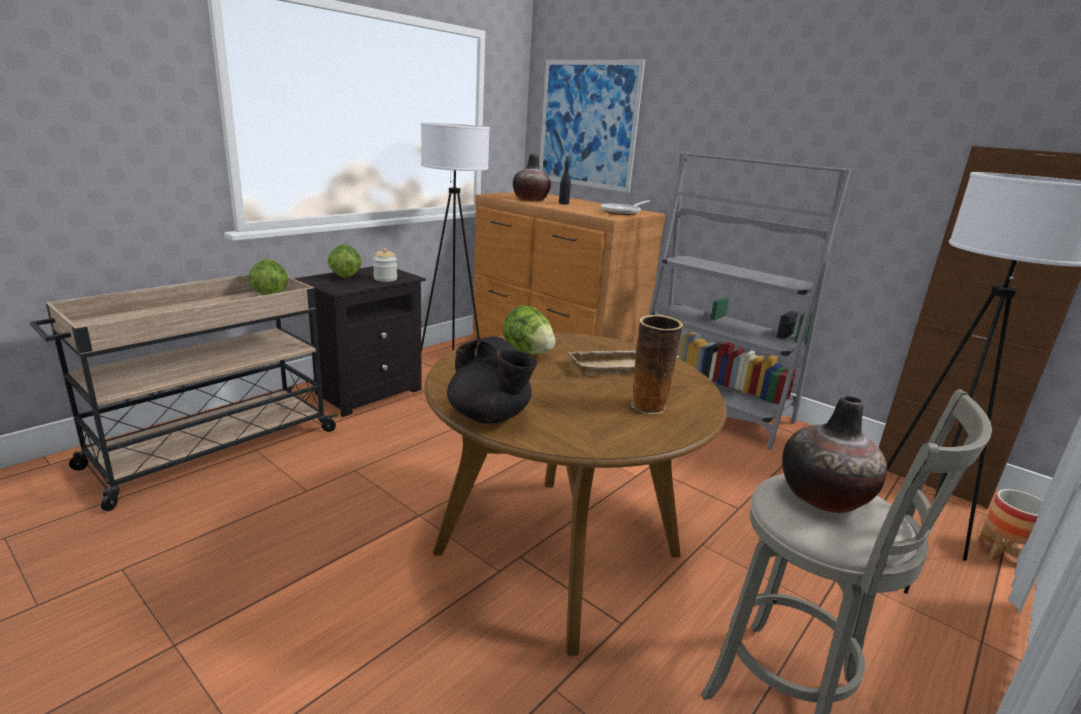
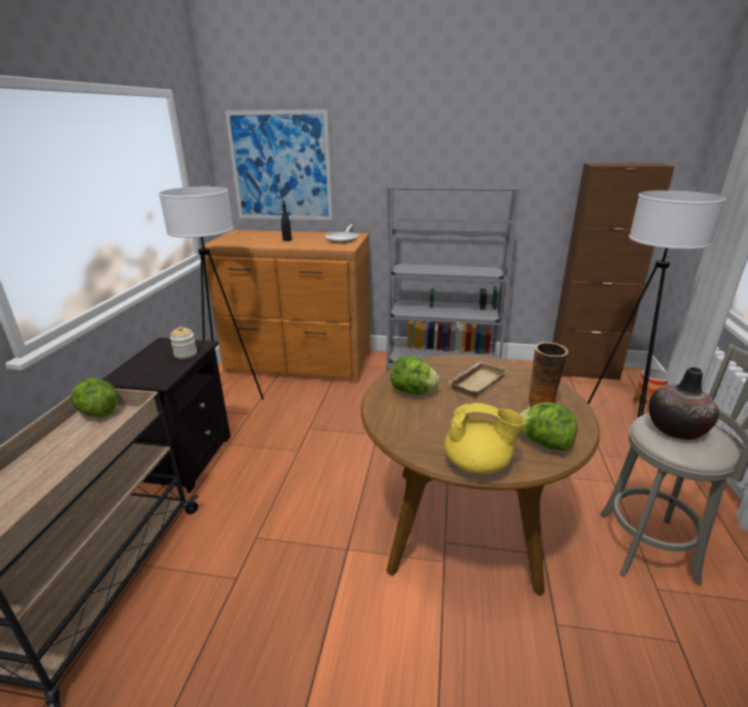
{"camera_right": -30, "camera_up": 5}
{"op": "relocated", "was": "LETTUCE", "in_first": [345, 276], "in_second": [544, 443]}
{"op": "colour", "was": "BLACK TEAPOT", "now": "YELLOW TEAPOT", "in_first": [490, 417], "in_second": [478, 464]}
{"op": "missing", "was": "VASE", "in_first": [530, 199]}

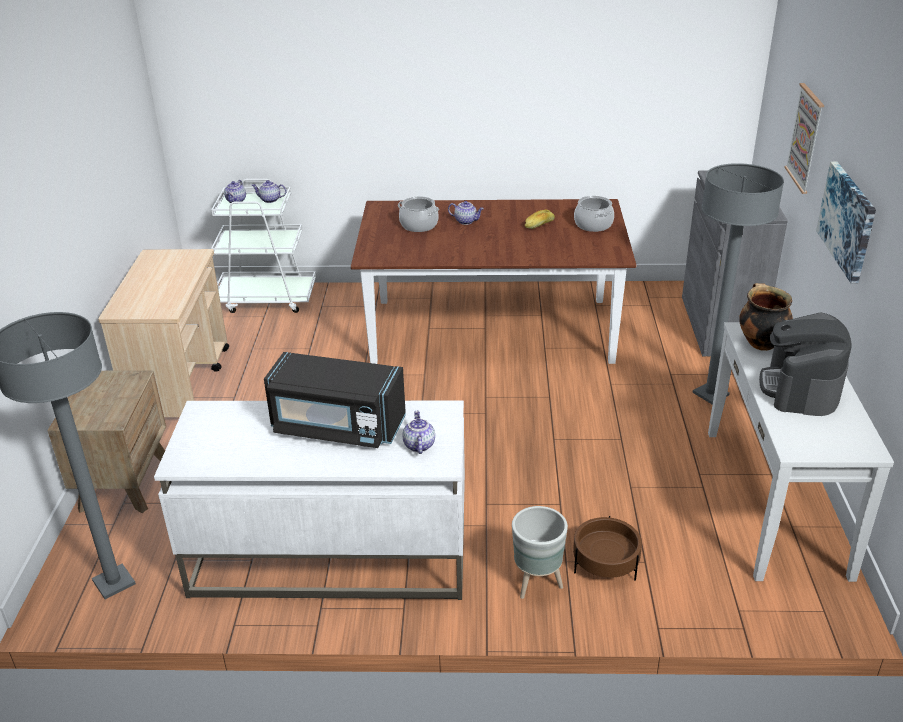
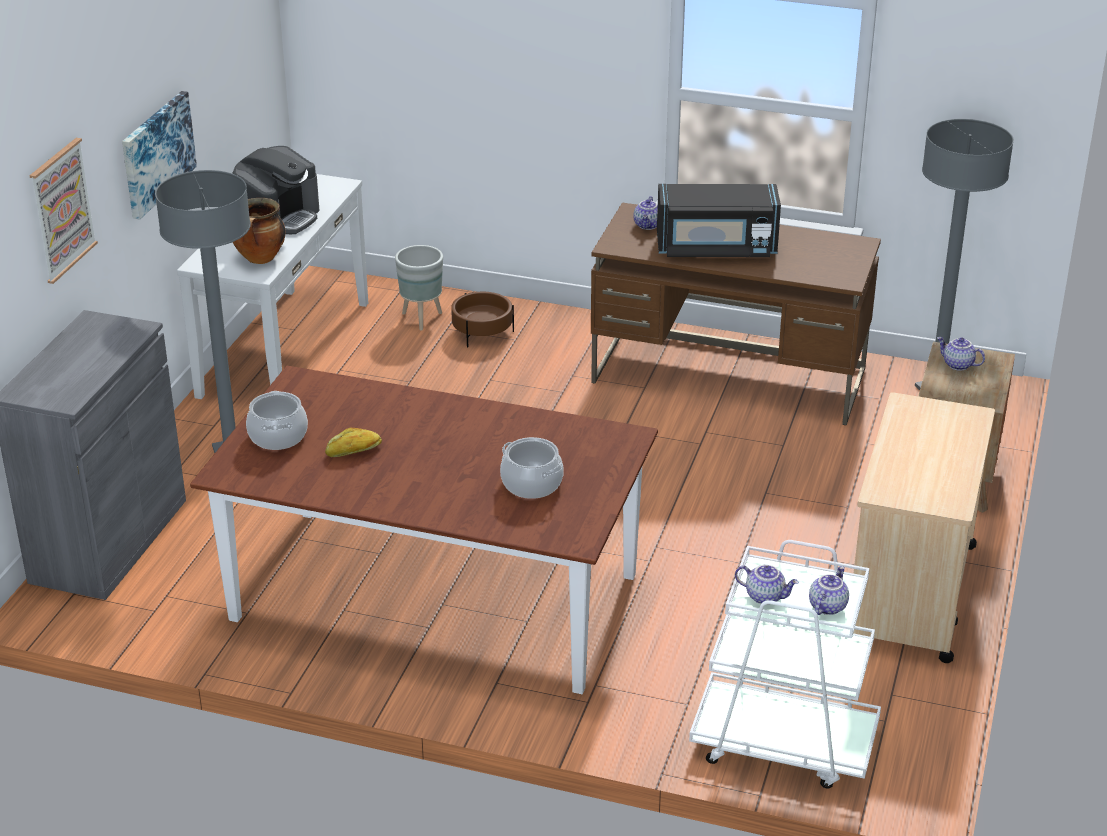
{"camera_right": -165, "camera_up": 0}
{"op": "colour", "was": "WHITE DESK", "now": "BROWN DESK", "in_first": [329, 557], "in_second": [730, 376]}
{"op": "spun", "was": "BLACK MICROWAVE", "in_first": [337, 426], "in_second": [716, 248], "clockwise": 150}
{"op": "relocated", "was": "TEAPOT", "in_first": [466, 221], "in_second": [957, 365]}
{"op": "relocated", "was": "GREY PLANTER", "in_first": [537, 583], "in_second": [421, 319]}

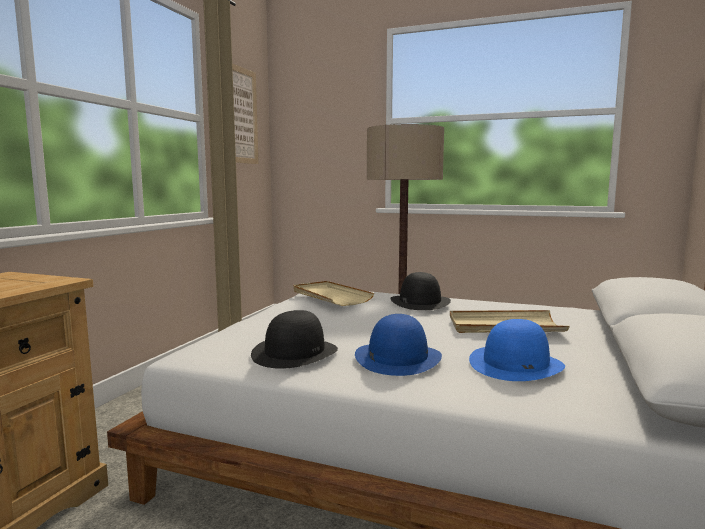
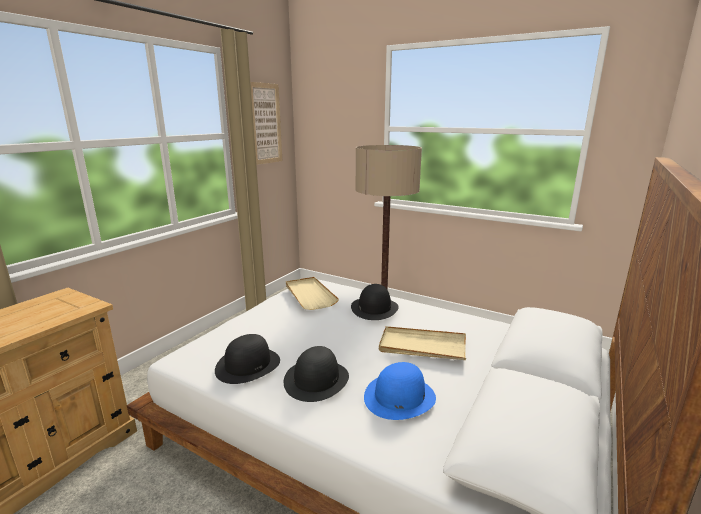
{"camera_right": 10, "camera_up": 10}
{"op": "colour", "was": "BLUE HAT", "now": "BLACK HAT", "in_first": [397, 358], "in_second": [316, 379]}

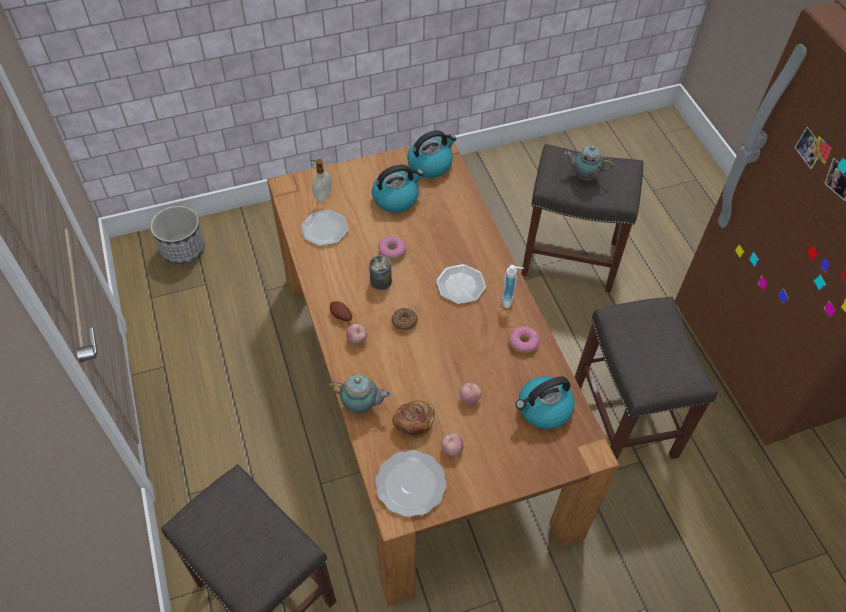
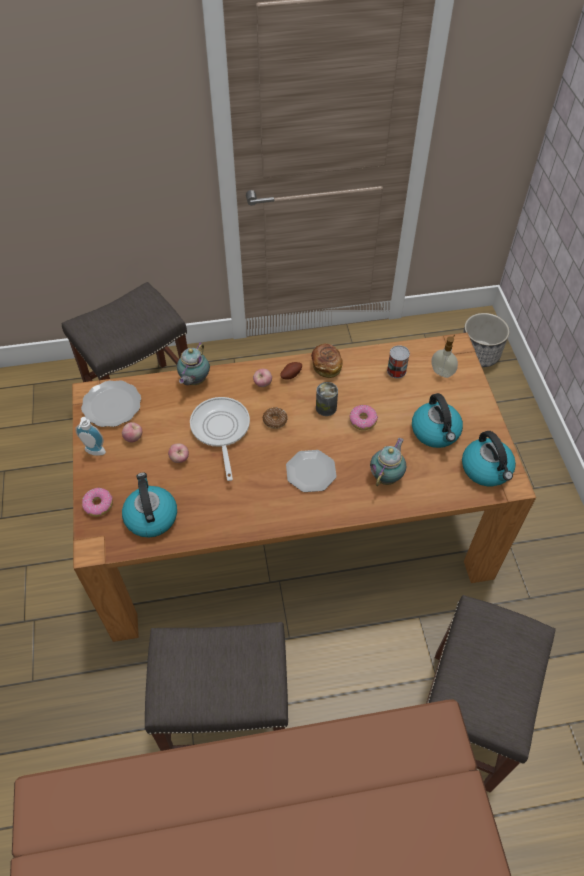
{"camera_right": 100, "camera_up": 0}
{"op": "exchanged", "was": "PLATE", "now": "CAN", "in_first": [324, 229], "in_second": [396, 370]}
{"op": "relocated", "was": "BREAD", "in_first": [413, 424], "in_second": [326, 366]}
{"op": "relocated", "was": "SOAP DISPENSER", "in_first": [509, 299], "in_second": [94, 453]}
{"op": "relocated", "was": "DONUT", "in_first": [523, 343], "in_second": [98, 505]}
{"op": "relocated", "was": "TEAPOT", "in_first": [584, 176], "in_second": [387, 476]}
{"op": "appeared", "now": "FRYING PAN", "in_second": [220, 431]}

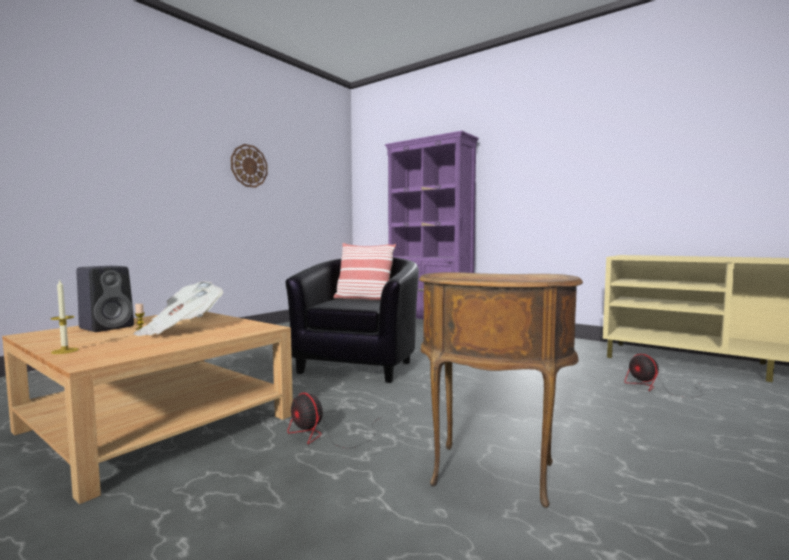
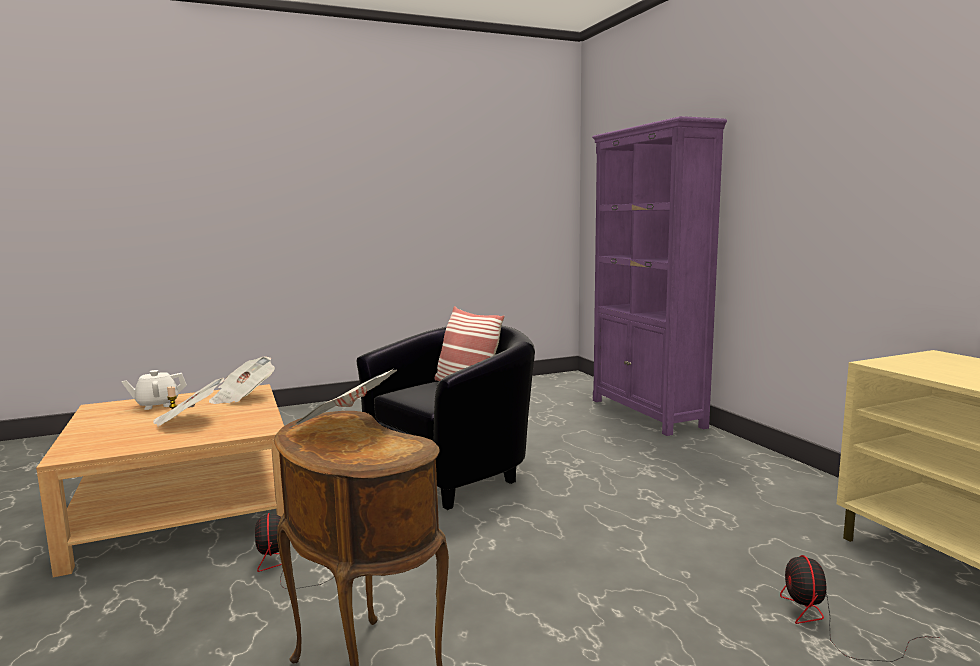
{"camera_right": 30, "camera_up": 5}
{"op": "missing", "was": "CANDLE", "in_first": [65, 351]}
{"op": "exchanged", "was": "BLACK SPEAKER", "now": "WHITE TEAPOT", "in_first": [108, 327], "in_second": [157, 405]}
{"op": "missing", "was": "WALL CLOCK", "in_first": [249, 166]}
{"op": "appeared", "now": "NEWSPAPER", "in_second": [345, 426]}

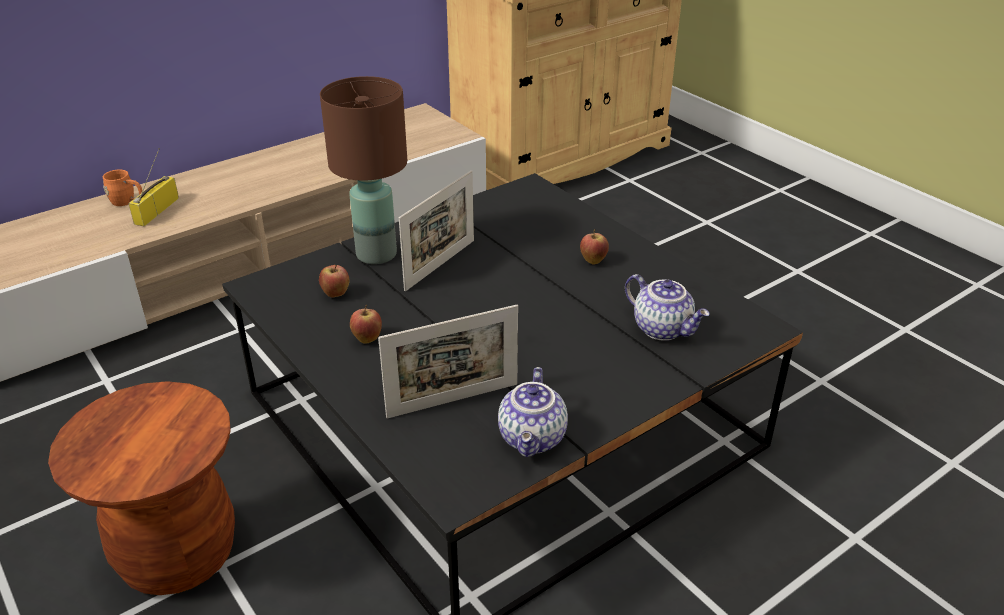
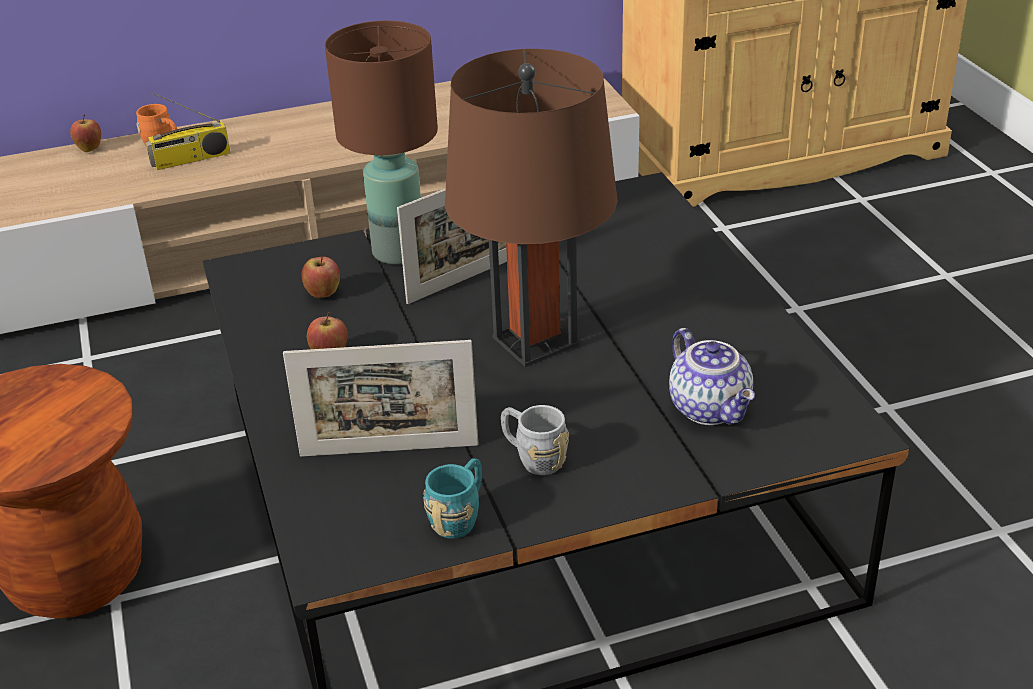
{"camera_right": 20, "camera_up": 0}
{"op": "spun", "was": "RADIO", "in_first": [157, 210], "in_second": [190, 159], "clockwise": -150}
{"op": "exchanged", "was": "TEAPOT", "now": "TURQUOISE MUG", "in_first": [534, 439], "in_second": [460, 517]}
{"op": "relocated", "was": "APPLE", "in_first": [593, 261], "in_second": [89, 149]}
{"op": "appeared", "now": "BROWN TABLE LAMP", "in_second": [535, 341]}
{"op": "appeared", "now": "GREY MUG", "in_second": [533, 458]}

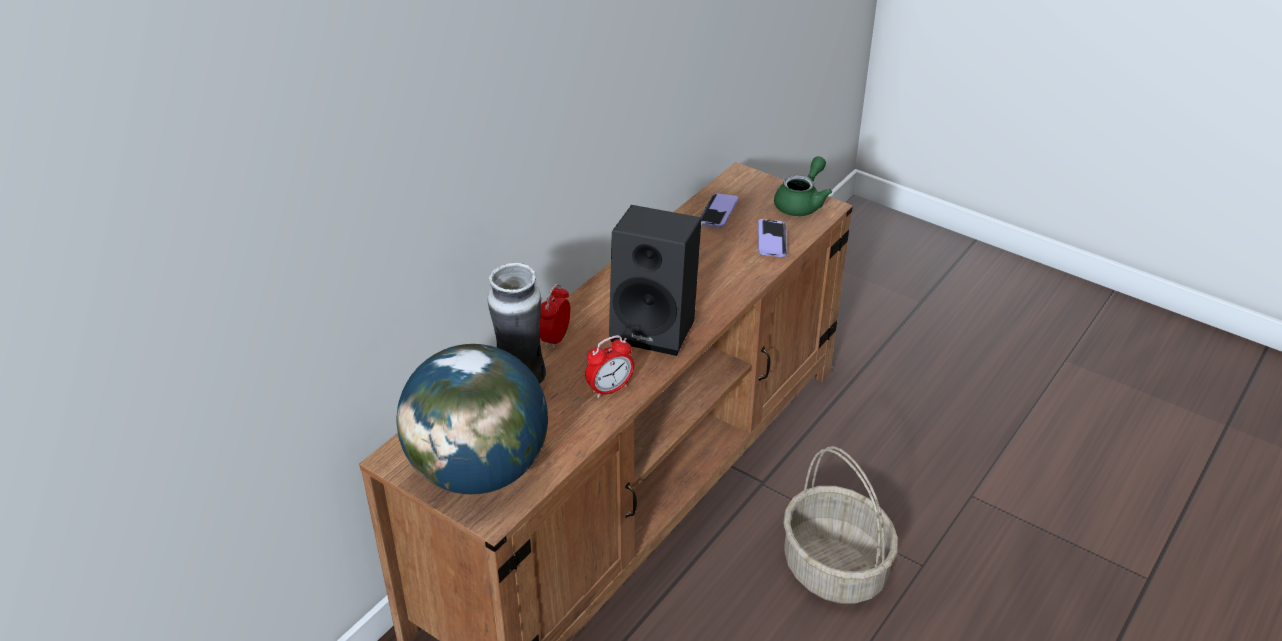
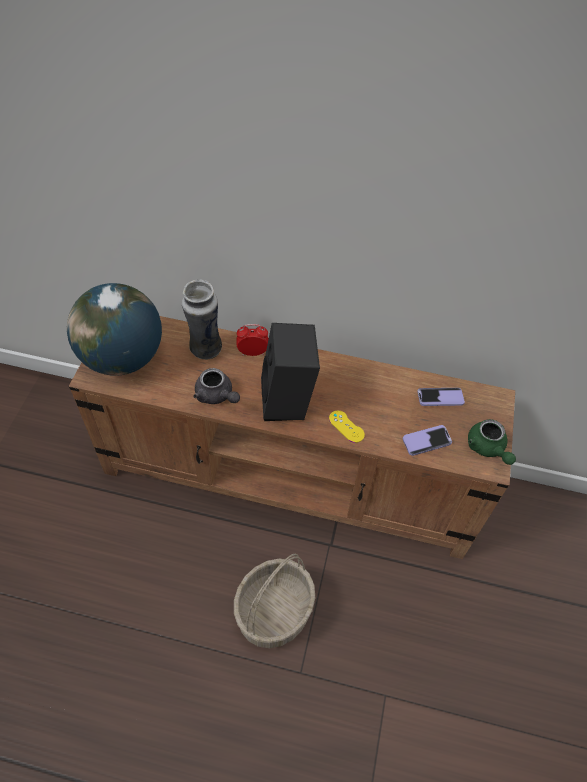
{"camera_right": 65, "camera_up": 15}
{"op": "exchanged", "was": "ALARM CLOCK", "now": "GREY TEAPOT", "in_first": [610, 389], "in_second": [216, 396]}
{"op": "spun", "was": "GREEN TEAPOT", "in_first": [802, 203], "in_second": [487, 448], "clockwise": 60}
{"op": "appeared", "now": "YELLOW GAME CONTROLLER", "in_second": [346, 426]}

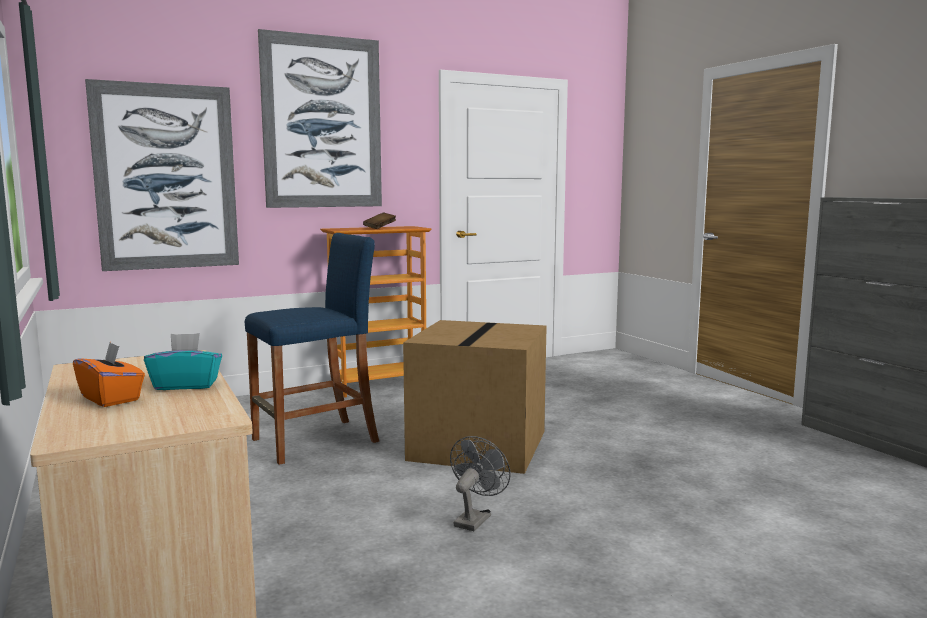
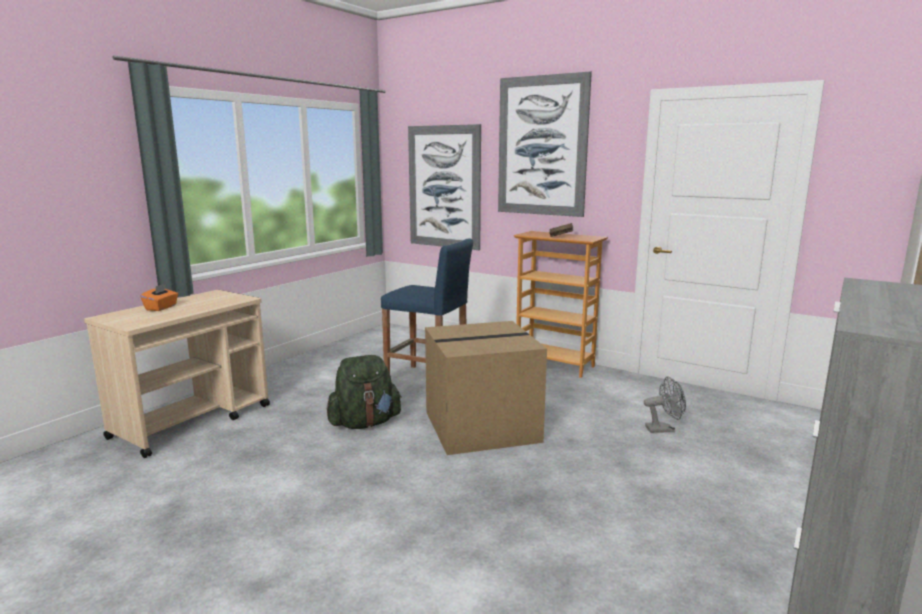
{"camera_right": 60, "camera_up": 5}
{"op": "missing", "was": "TURQUOISE TISSUE BOX", "in_first": [186, 385]}
{"op": "relocated", "was": "GREY FAN", "in_first": [475, 518], "in_second": [663, 429]}
{"op": "appeared", "now": "GREEN BACKPACK", "in_second": [365, 423]}

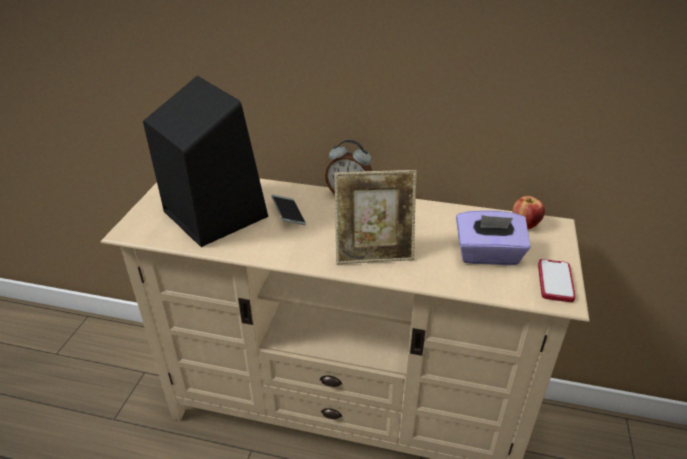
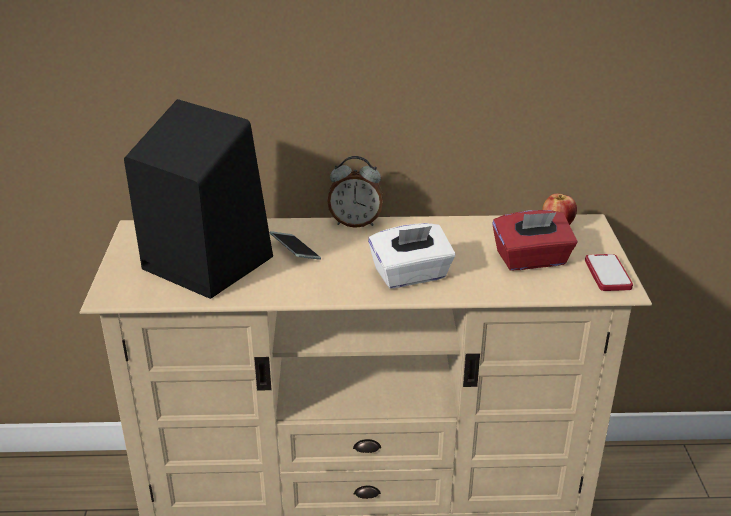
{"camera_right": -15, "camera_up": -5}
{"op": "exchanged", "was": "PICTURE FRAME", "now": "WHITE TISSUE BOX", "in_first": [374, 253], "in_second": [411, 275]}
{"op": "colour", "was": "PURPLE TISSUE BOX", "now": "RED TISSUE BOX", "in_first": [488, 255], "in_second": [531, 260]}

